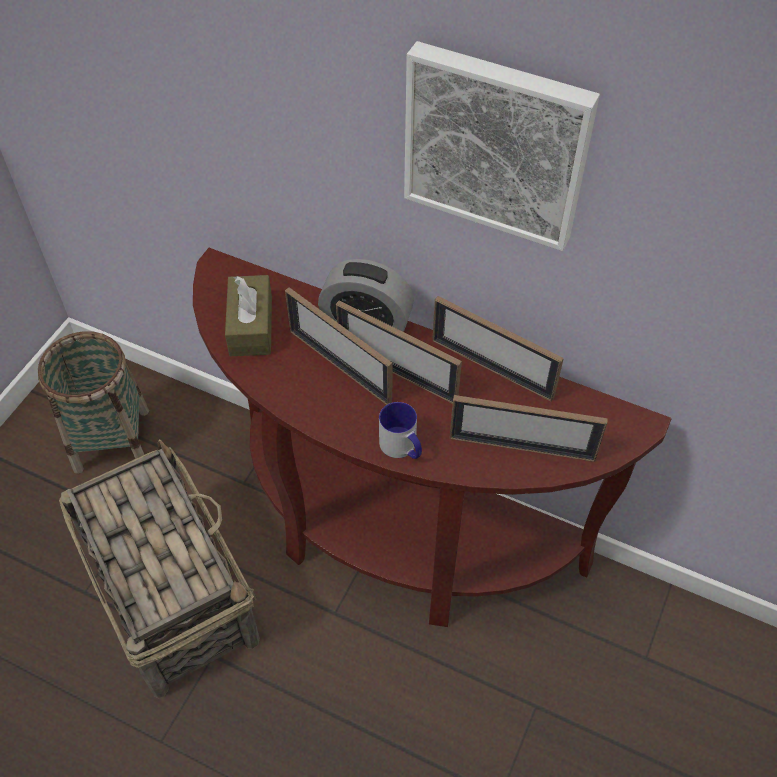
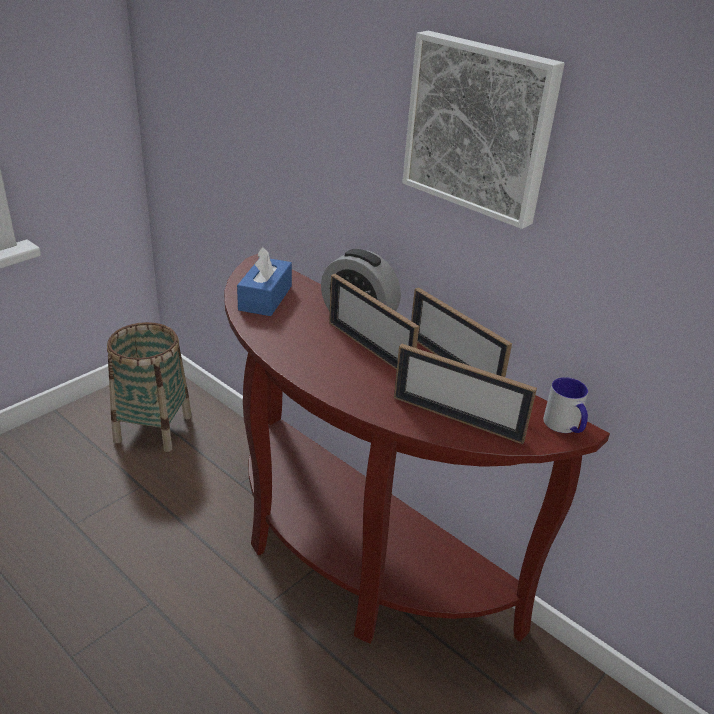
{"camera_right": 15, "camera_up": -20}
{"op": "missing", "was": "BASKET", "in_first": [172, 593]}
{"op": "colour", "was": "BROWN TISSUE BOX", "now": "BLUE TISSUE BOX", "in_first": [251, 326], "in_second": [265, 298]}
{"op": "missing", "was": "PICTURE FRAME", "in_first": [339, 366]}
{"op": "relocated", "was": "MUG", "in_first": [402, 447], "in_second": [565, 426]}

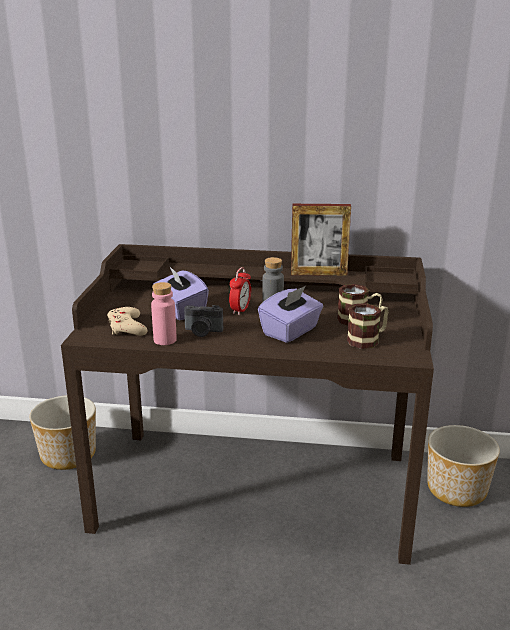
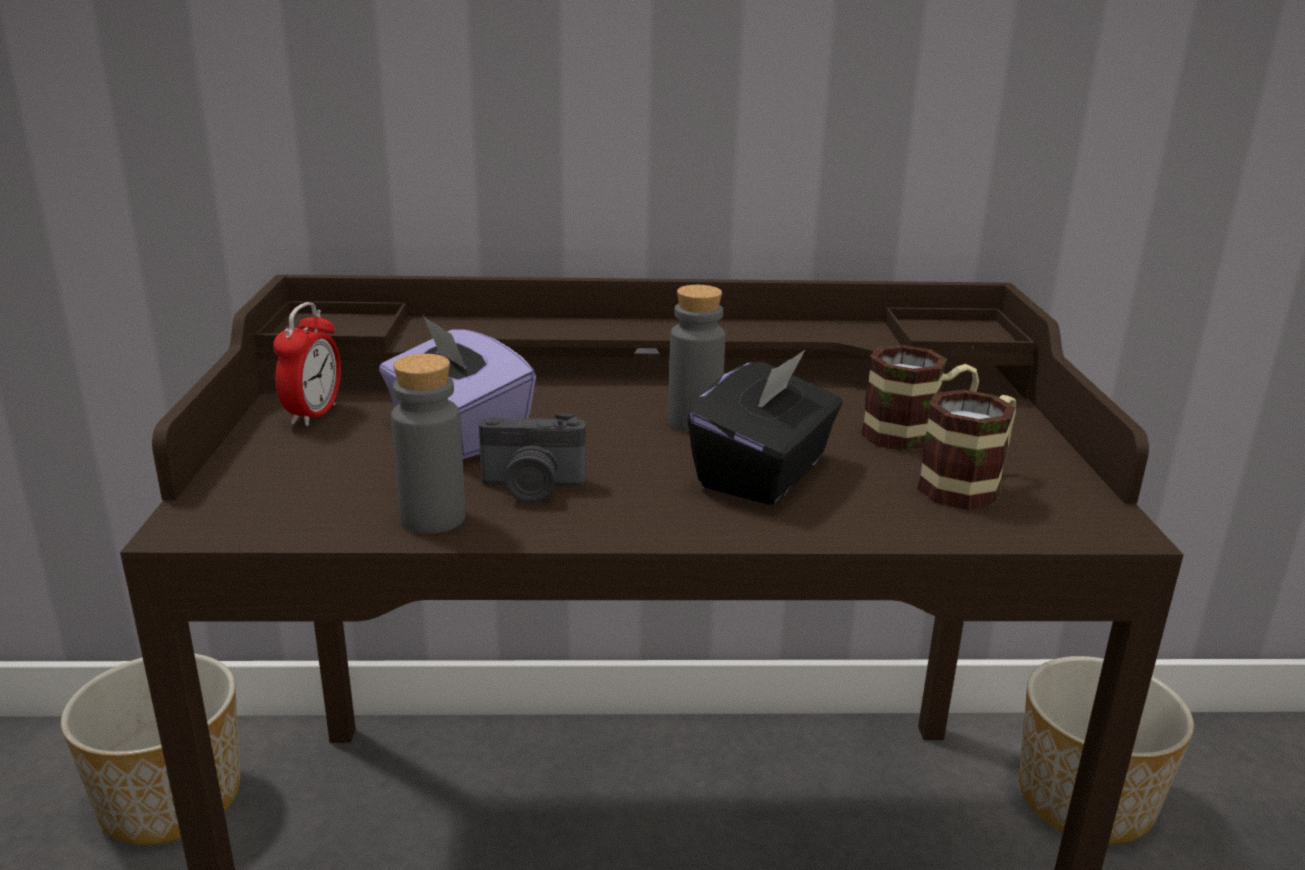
{"camera_right": -10, "camera_up": 0}
{"op": "missing", "was": "BEIGE GAME CONTROLLER", "in_first": [127, 327]}
{"op": "colour", "was": "PINK BOTTLE", "now": "GREY BOTTLE", "in_first": [165, 340], "in_second": [433, 518]}
{"op": "relocated", "was": "ALARM CLOCK", "in_first": [240, 310], "in_second": [314, 414]}
{"op": "colour", "was": "PURPLE TISSUE BOX", "now": "BLACK TISSUE BOX", "in_first": [291, 331], "in_second": [764, 474]}
{"op": "missing", "was": "PICTURE FRAME", "in_first": [318, 274]}

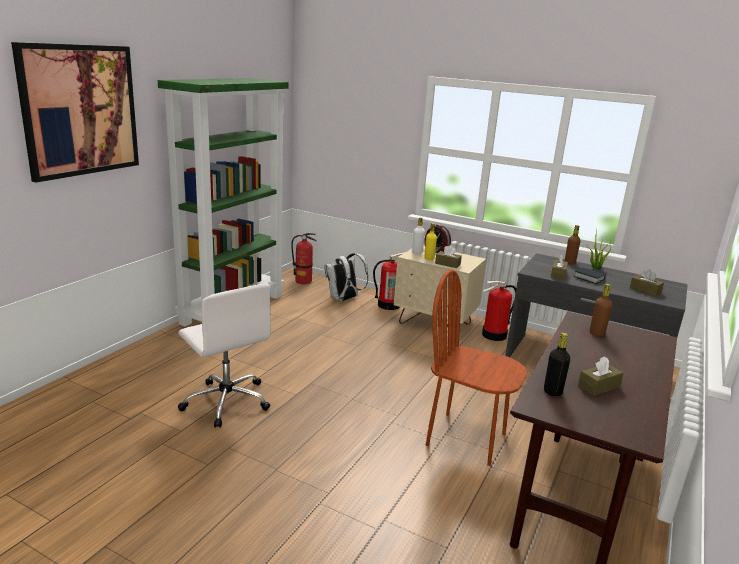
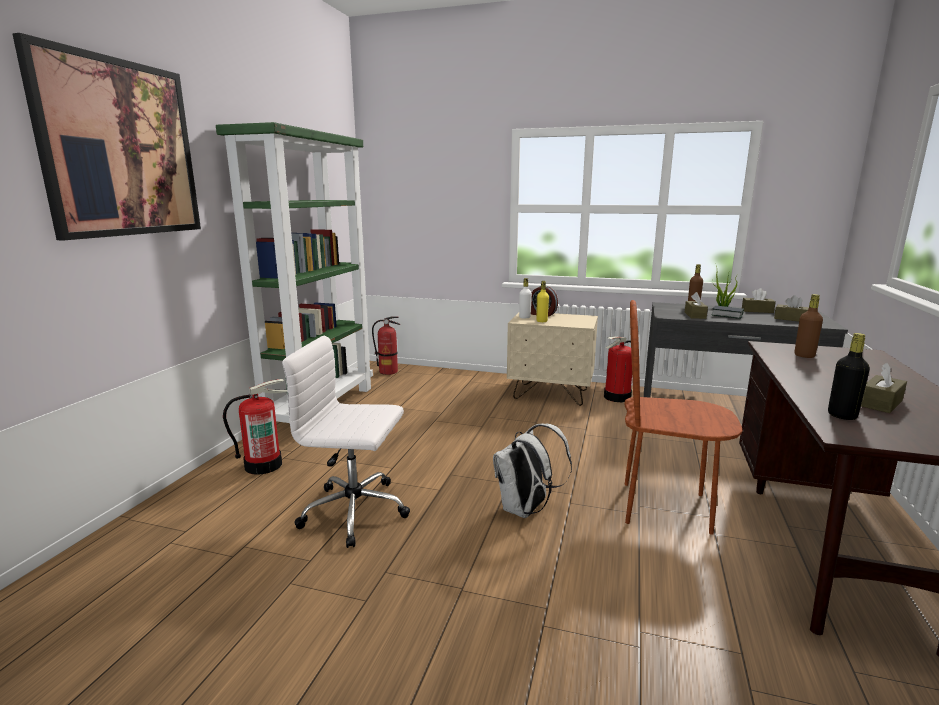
{"camera_right": -10, "camera_up": -5}
{"op": "spun", "was": "WHITE OFFICE CHAIR", "in_first": [226, 401], "in_second": [356, 512], "clockwise": 150}
{"op": "relocated", "was": "WHITE BACKPACK", "in_first": [344, 299], "in_second": [526, 510]}
{"op": "relocated", "was": "FIRE EXTINGUISHER", "in_first": [389, 305], "in_second": [263, 465]}
{"op": "relocated", "was": "BROWN TISSUE BOX", "in_first": [447, 264], "in_second": [757, 311]}

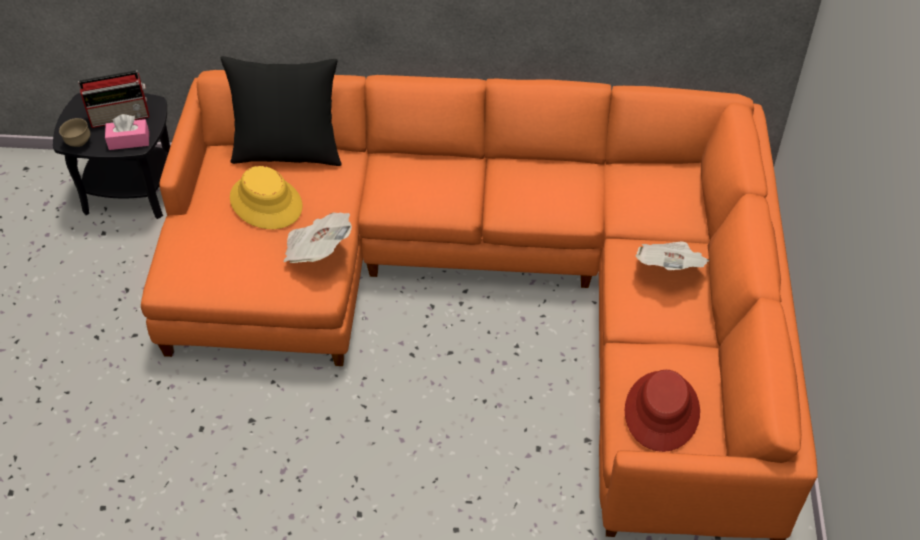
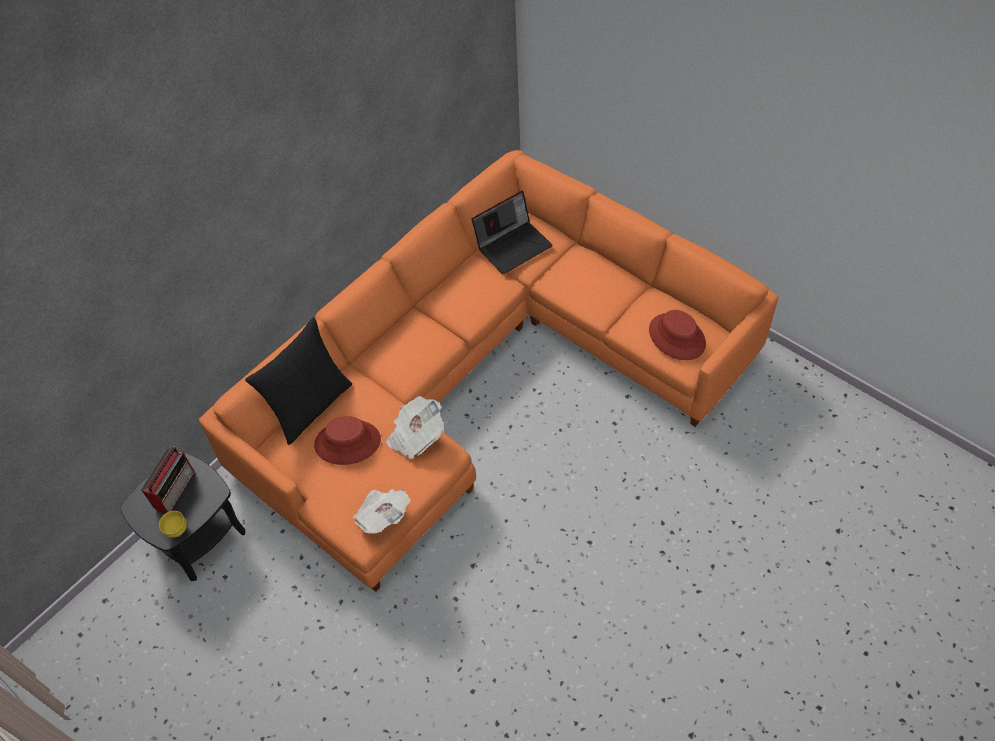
{"camera_right": -50, "camera_up": 5}
{"op": "colour", "was": "BROWN BOWL", "now": "YELLOW BOWL", "in_first": [78, 143], "in_second": [177, 530]}
{"op": "missing", "was": "PINK TISSUE BOX", "in_first": [129, 141]}
{"op": "colour", "was": "YELLOW HAT", "now": "RED HAT", "in_first": [266, 202], "in_second": [347, 442]}
{"op": "relocated", "was": "NEWSPAPER", "in_first": [669, 268], "in_second": [383, 516]}
{"op": "appeared", "now": "LAPTOP", "in_second": [513, 245]}

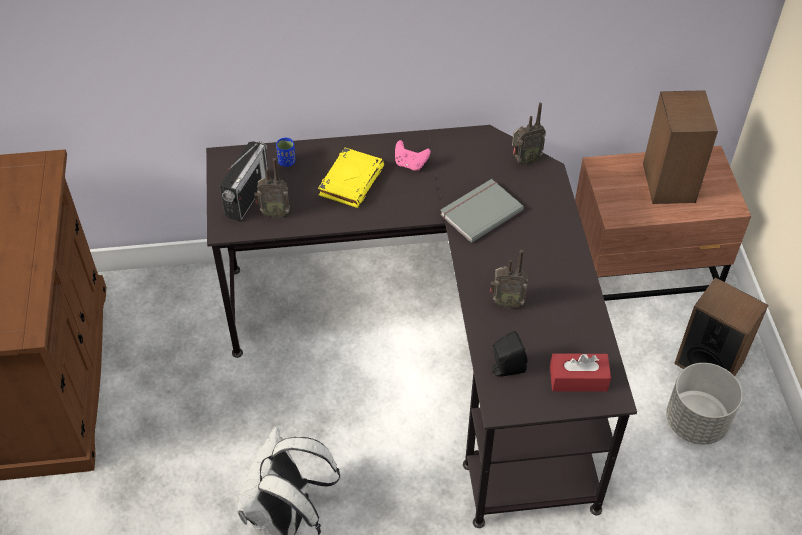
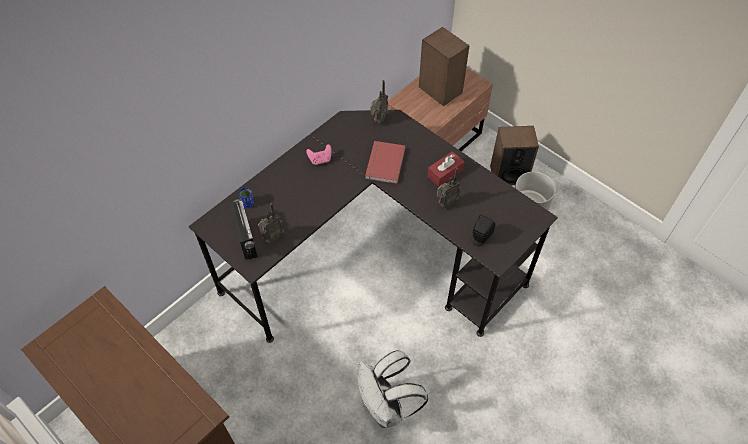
{"camera_right": -40, "camera_up": 5}
{"op": "missing", "was": "YELLOW BOOK", "in_first": [351, 180]}
{"op": "colour", "was": "GREY BOOK", "now": "RED BOOK", "in_first": [479, 211], "in_second": [383, 163]}
{"op": "relocated", "was": "RED TISSUE BOX", "in_first": [578, 379], "in_second": [445, 173]}

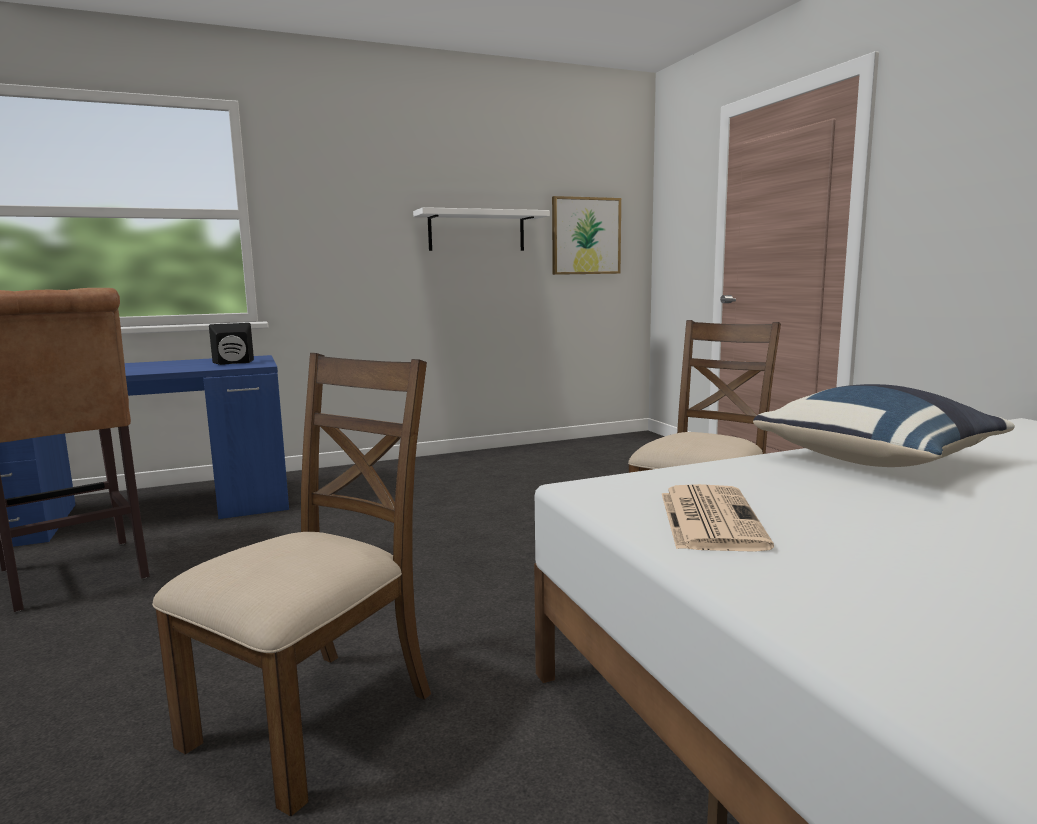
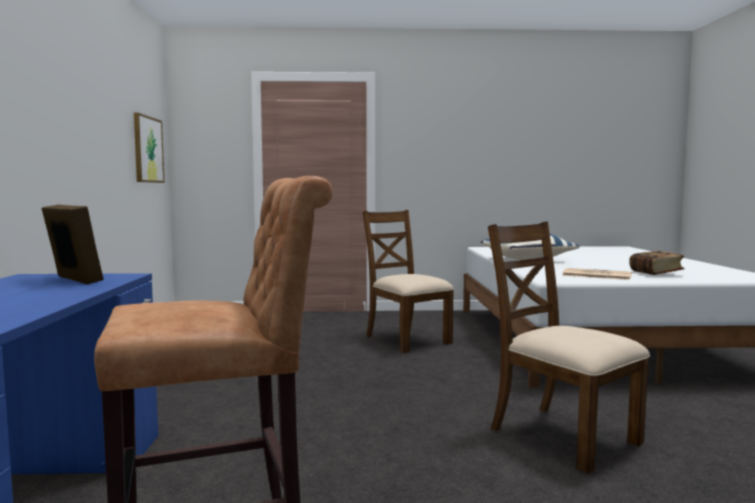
{"camera_right": -70, "camera_up": -5}
{"op": "exchanged", "was": "BLACK SPEAKER", "now": "PICTURE FRAME", "in_first": [233, 363], "in_second": [74, 280]}
{"op": "missing", "was": "WHITE SHELF", "in_first": [476, 231]}
{"op": "appeared", "now": "BOOK", "in_second": [656, 273]}

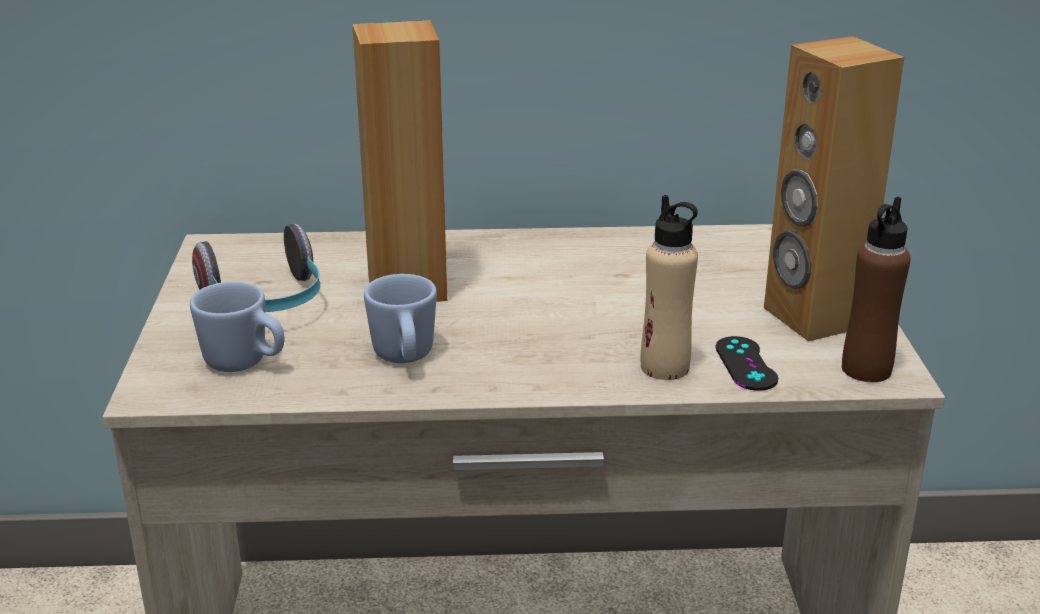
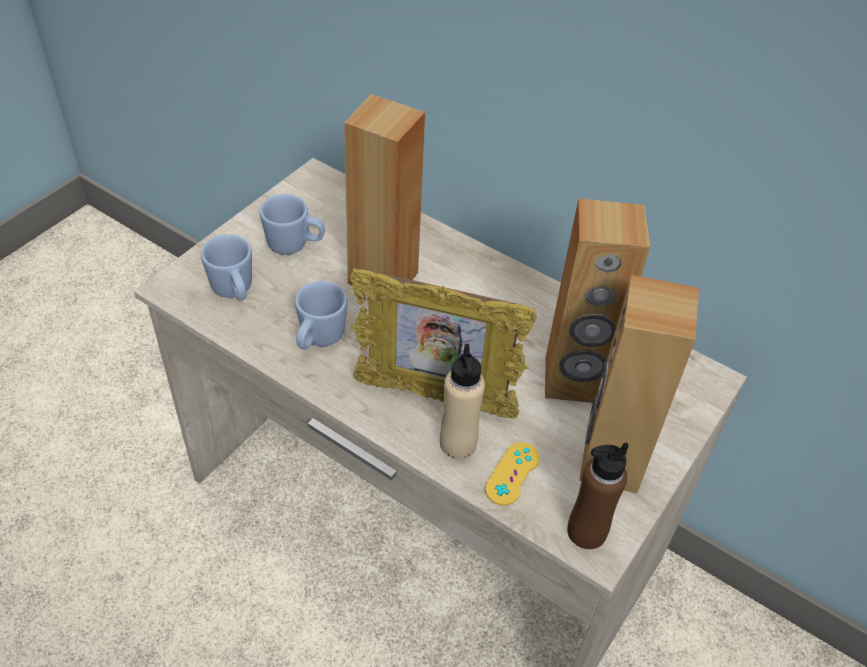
{"camera_right": 35, "camera_up": 20}
{"op": "exchanged", "was": "HEADPHONES", "now": "BLUE MUG", "in_first": [267, 303], "in_second": [295, 245]}
{"op": "colour", "was": "BLACK GAME CONTROLLER", "now": "YELLOW GAME CONTROLLER", "in_first": [746, 364], "in_second": [512, 473]}
{"op": "appeared", "now": "PICTURE FRAME", "in_second": [435, 397]}
{"op": "appeared", "now": "BROWN SPEAKER", "in_second": [574, 381]}

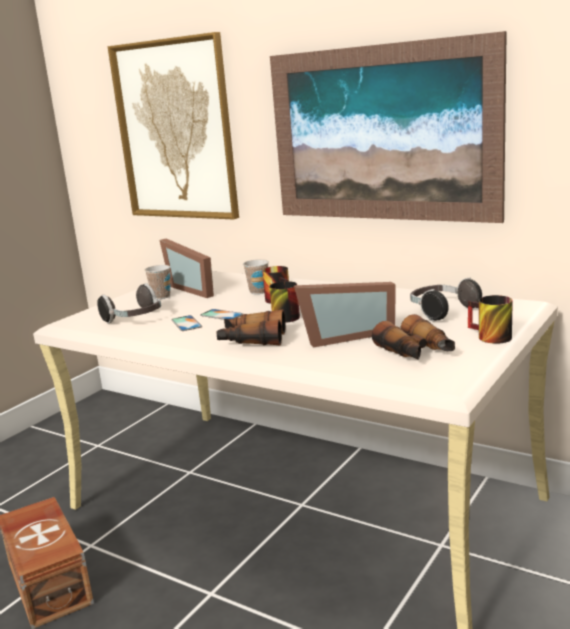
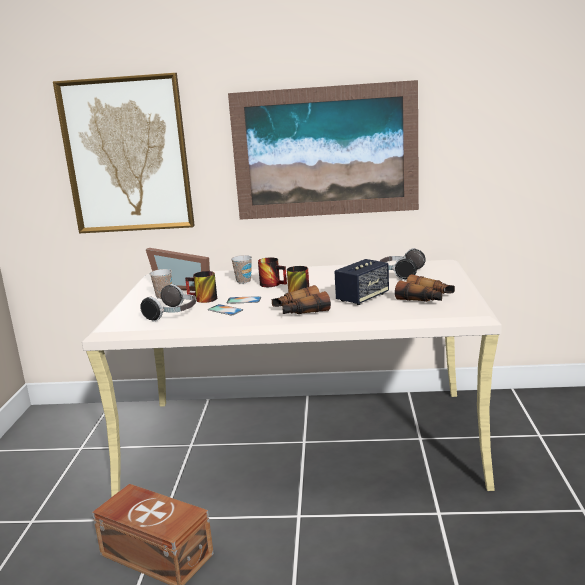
{"camera_right": -30, "camera_up": 0}
{"op": "exchanged", "was": "PICTURE FRAME", "now": "SPEAKER", "in_first": [345, 336], "in_second": [362, 297]}
{"op": "relocated", "was": "MUG", "in_first": [488, 337], "in_second": [202, 299]}

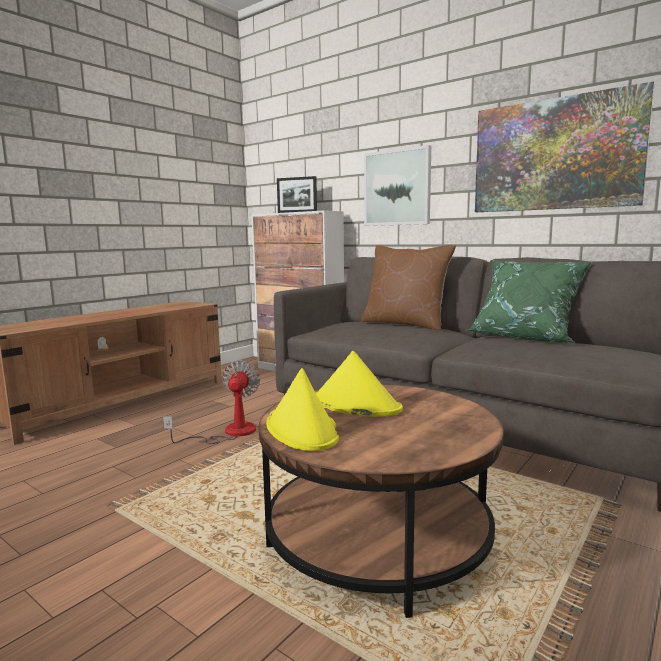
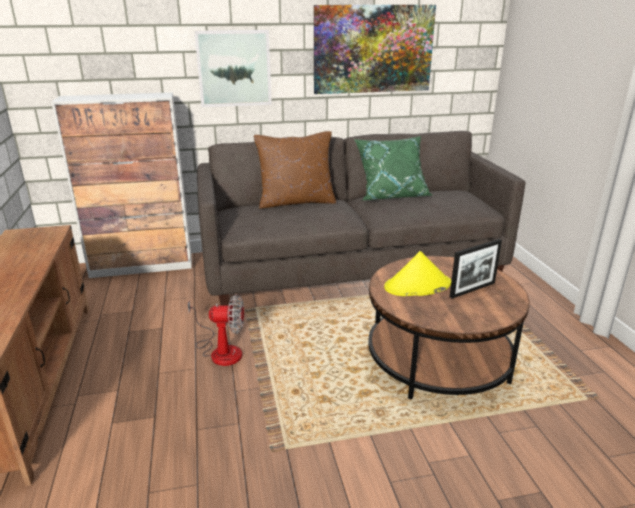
{"camera_right": -50, "camera_up": 15}
{"op": "spun", "was": "FAN", "in_first": [229, 433], "in_second": [220, 350], "clockwise": 135}
{"op": "missing", "was": "YELLOW HAT", "in_first": [302, 429]}
{"op": "relocated", "was": "PICTURE FRAME", "in_first": [297, 212], "in_second": [472, 290]}

